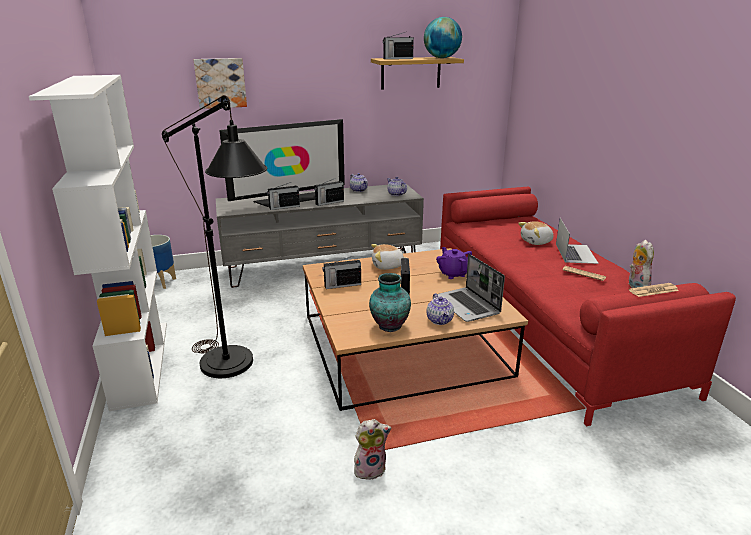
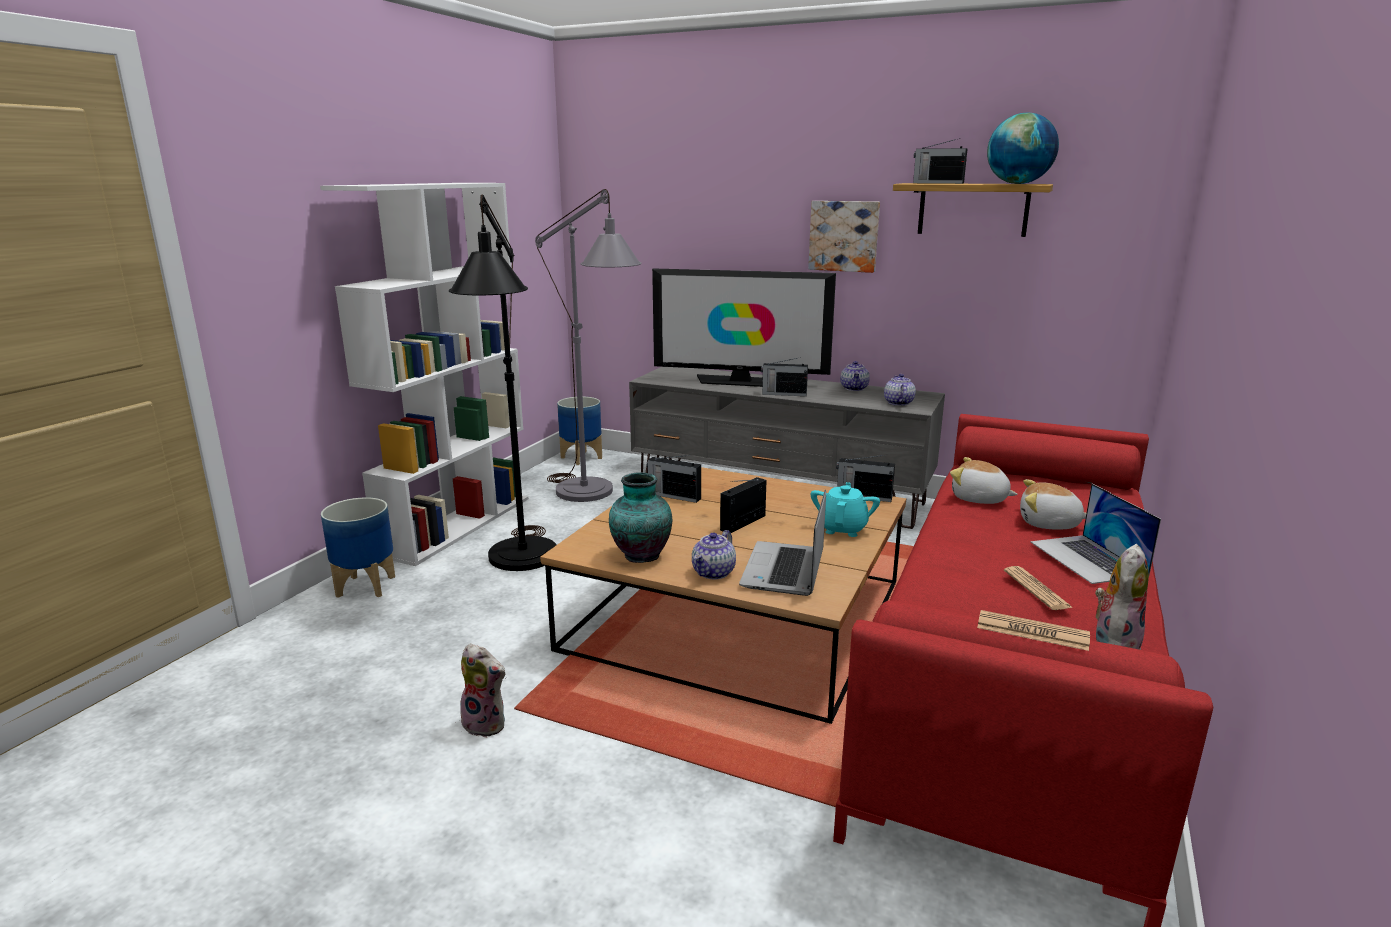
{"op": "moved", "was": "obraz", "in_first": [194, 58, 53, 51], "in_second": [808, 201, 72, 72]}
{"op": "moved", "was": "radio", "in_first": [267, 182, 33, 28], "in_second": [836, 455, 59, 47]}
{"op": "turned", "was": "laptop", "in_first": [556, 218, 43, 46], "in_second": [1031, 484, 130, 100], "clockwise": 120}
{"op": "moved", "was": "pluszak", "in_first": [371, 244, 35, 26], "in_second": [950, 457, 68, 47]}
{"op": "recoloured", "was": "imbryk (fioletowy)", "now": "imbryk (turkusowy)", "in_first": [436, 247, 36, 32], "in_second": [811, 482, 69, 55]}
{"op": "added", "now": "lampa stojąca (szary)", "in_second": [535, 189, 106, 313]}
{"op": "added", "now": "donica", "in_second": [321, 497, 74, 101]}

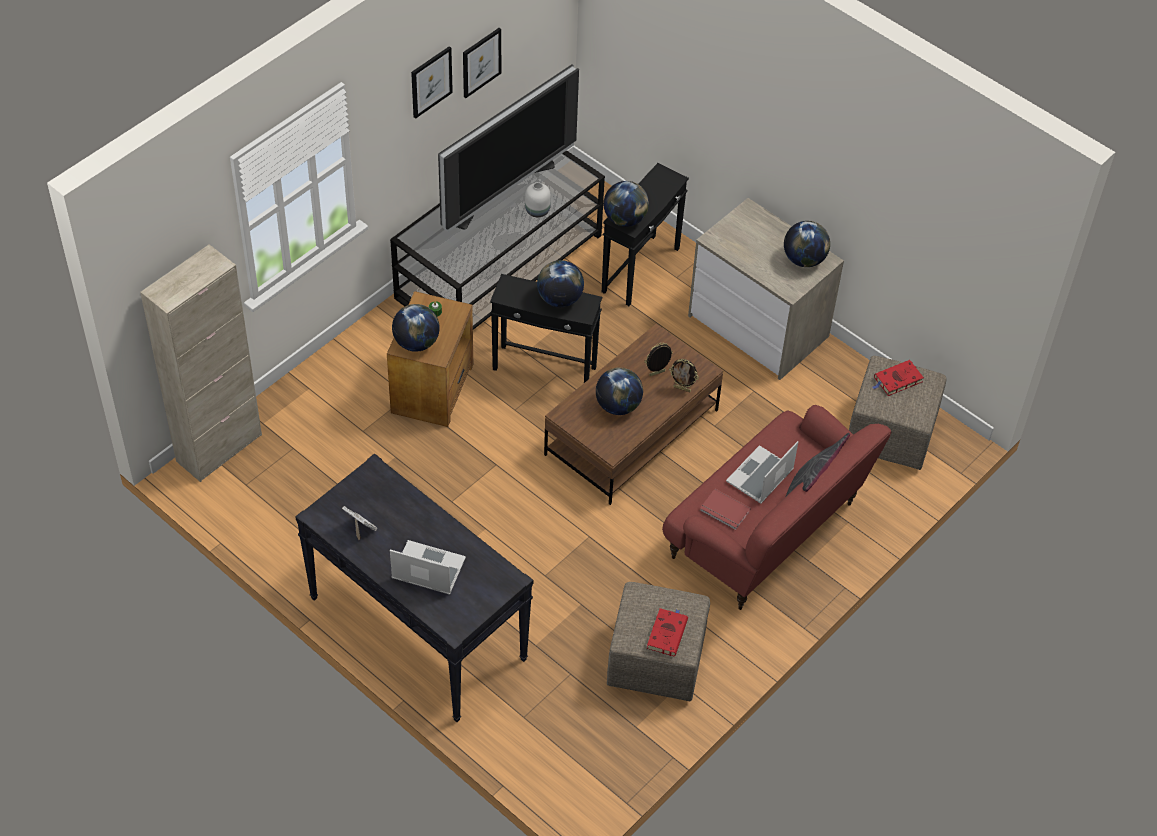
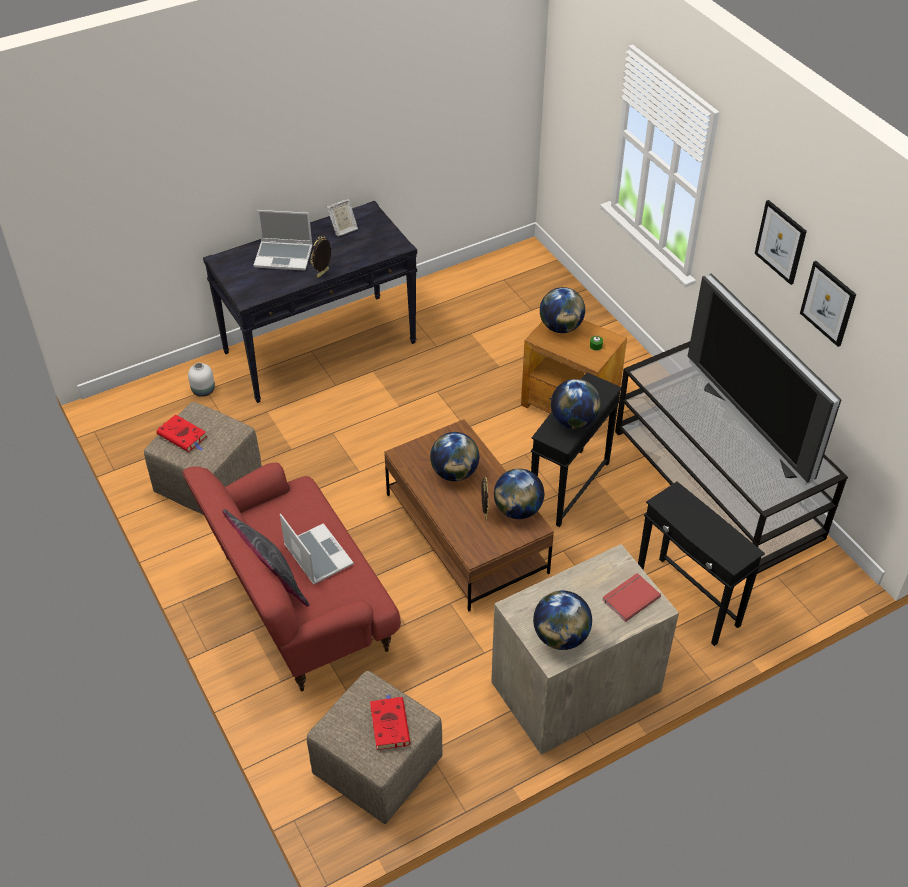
{"op": "moved", "was": "globus", "in_first": [604, 181, 45, 46], "in_second": [494, 469, 50, 50]}
{"op": "moved", "was": "wazon (biały)", "in_first": [525, 182, 26, 35], "in_second": [188, 363, 27, 34]}
{"op": "removed", "was": "szafka (beżowy)", "in_first": [140, 244, 122, 238]}
{"op": "moved", "was": "ramka na zdjęcie", "in_first": [669, 359, 30, 33], "in_second": [310, 236, 21, 42]}
{"op": "moved", "was": "książka (czerwony)", "in_first": [700, 489, 51, 41], "in_second": [602, 573, 59, 49]}
{"op": "turned", "was": "laptop", "in_first": [390, 540, 76, 55], "in_second": [254, 210, 58, 61], "clockwise": 60}

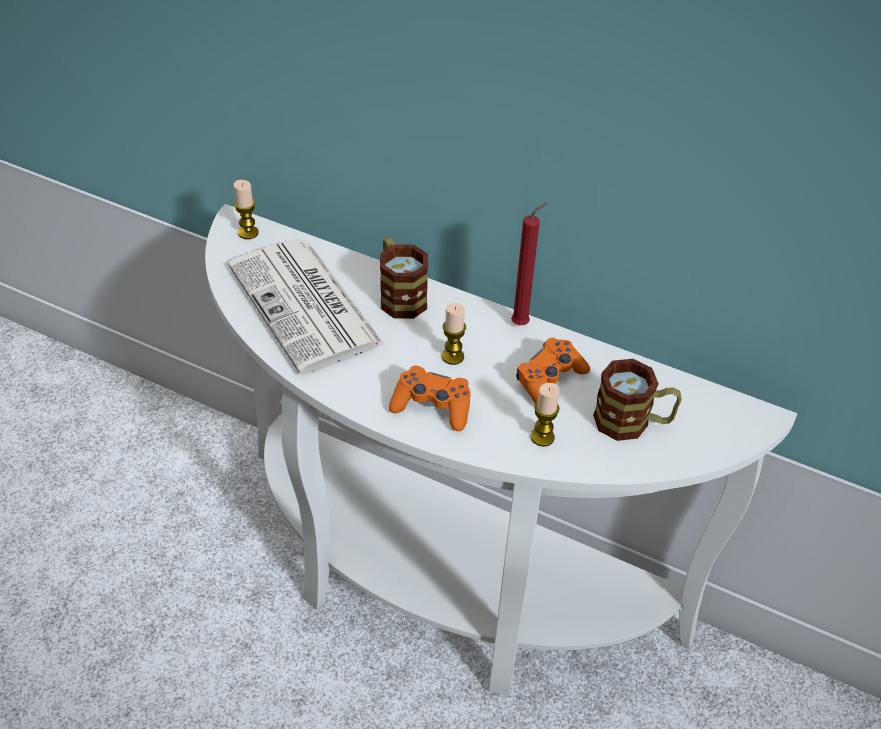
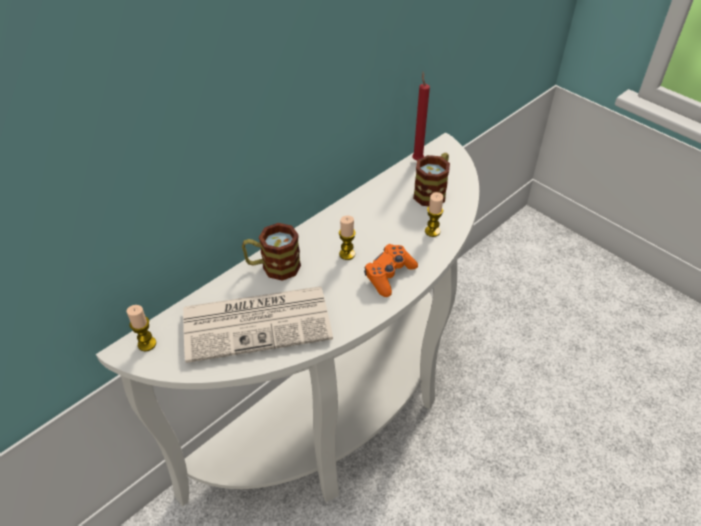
{"op": "moved", "was": "świeca (czerwony)", "in_first": [511, 202, 36, 123], "in_second": [412, 72, 18, 88]}
{"op": "removed", "was": "pad do gier (pomarańczowy)", "in_first": [516, 338, 74, 66]}

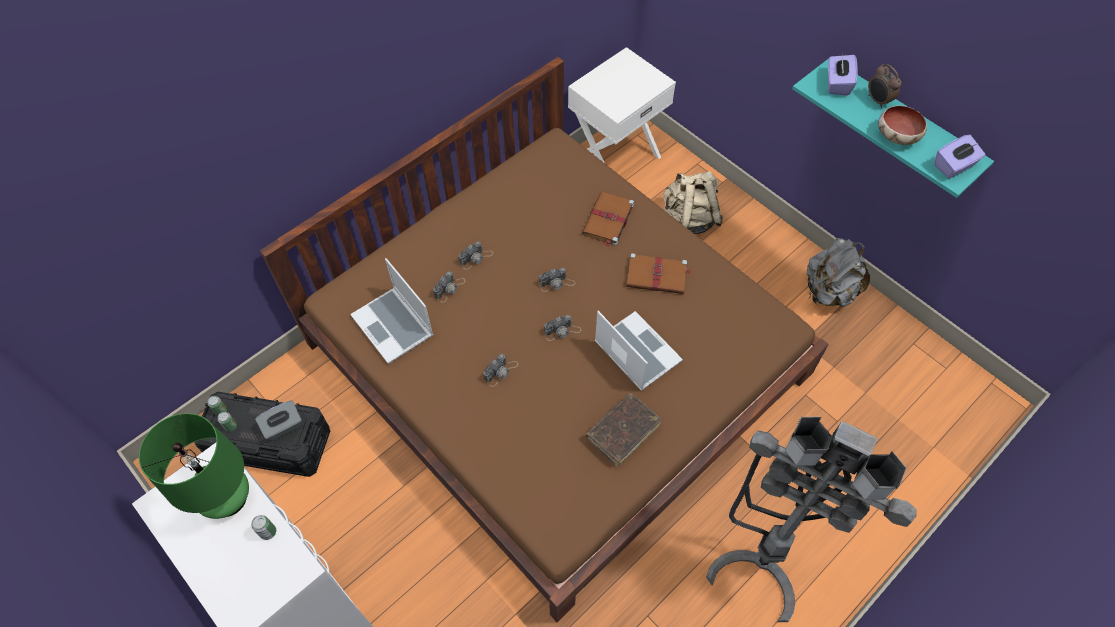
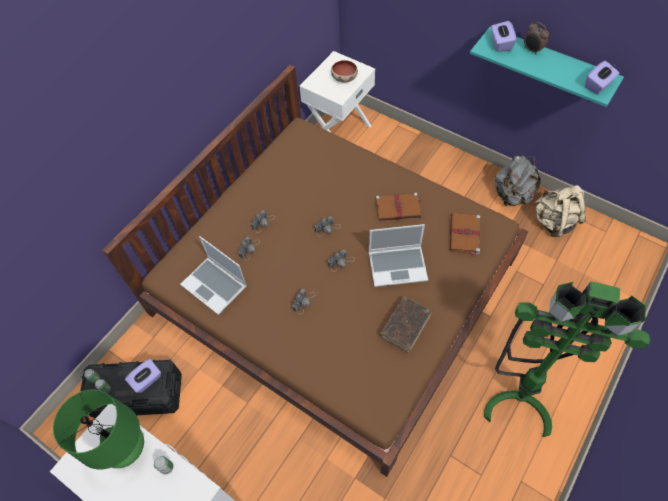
{"op": "moved", "was": "miska", "in_first": [878, 106, 49, 39], "in_second": [331, 60, 27, 22]}
{"op": "moved", "was": "plecak (beżowy)", "in_first": [664, 171, 59, 63], "in_second": [535, 185, 51, 52]}
{"op": "moved", "was": "książka (brązowy)", "in_first": [582, 192, 52, 56], "in_second": [450, 213, 30, 44]}
{"op": "turned", "was": "laptop", "in_first": [595, 311, 88, 80], "in_second": [369, 224, 59, 63], "clockwise": 135}
{"op": "recoloured", "was": "pudełko chusteczek (szary)", "now": "pudełko chusteczek (fioletowy)", "in_first": [255, 400, 47, 41], "in_second": [125, 359, 36, 34]}
{"op": "recoloured", "was": "lampa stojąca (szary)", "now": "lampa stojąca (zielony)", "in_first": [706, 417, 211, 205], "in_second": [484, 281, 167, 156]}

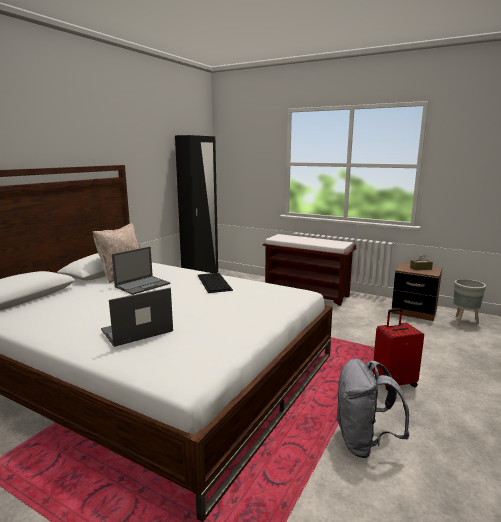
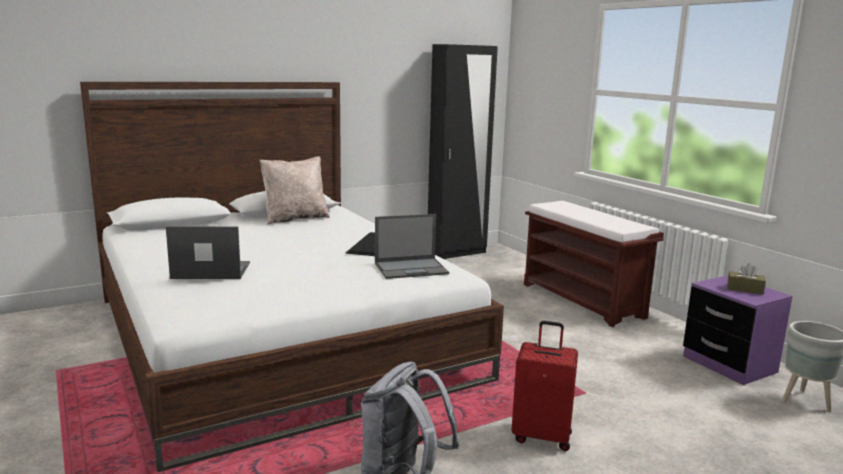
{"op": "moved", "was": "laptop", "in_first": [112, 247, 58, 48], "in_second": [375, 214, 74, 65]}
{"op": "recoloured", "was": "szafka nocna (brązowy)", "now": "szafka nocna (fioletowy)", "in_first": [391, 263, 51, 58], "in_second": [683, 275, 110, 110]}

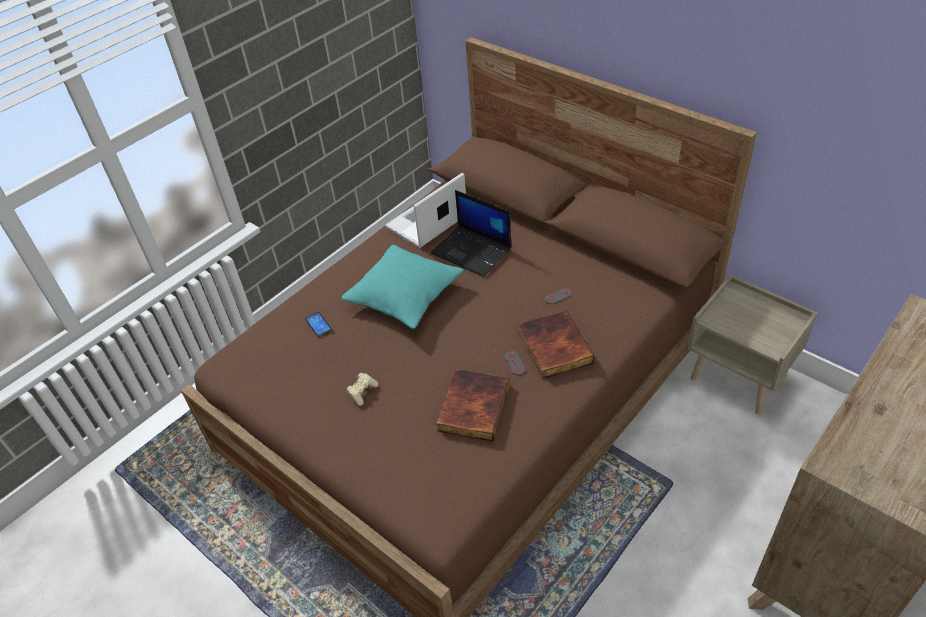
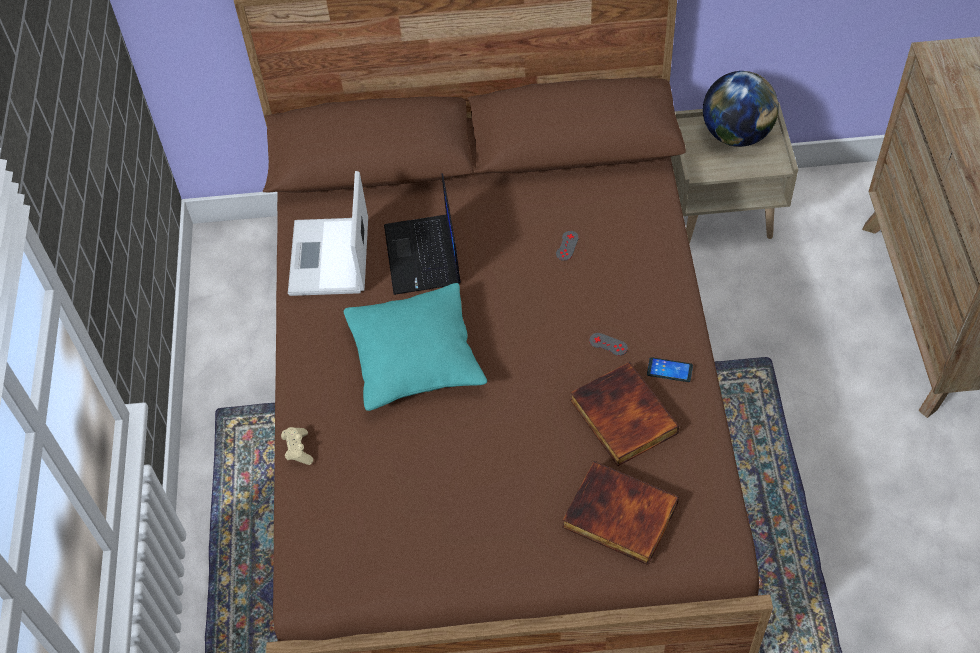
{"op": "turned", "was": "laptop", "in_first": [431, 190, 80, 87], "in_second": [384, 173, 77, 122], "clockwise": 90}
{"op": "moved", "was": "książka", "in_first": [518, 310, 76, 69], "in_second": [562, 461, 117, 104]}
{"op": "moved", "was": "telefon", "in_first": [305, 312, 27, 25], "in_second": [647, 357, 46, 25]}
{"op": "moved", "was": "pad do gier (beżowy)", "in_first": [346, 373, 32, 33], "in_second": [281, 427, 32, 38]}
{"op": "added", "now": "globus", "in_second": [703, 71, 76, 76]}

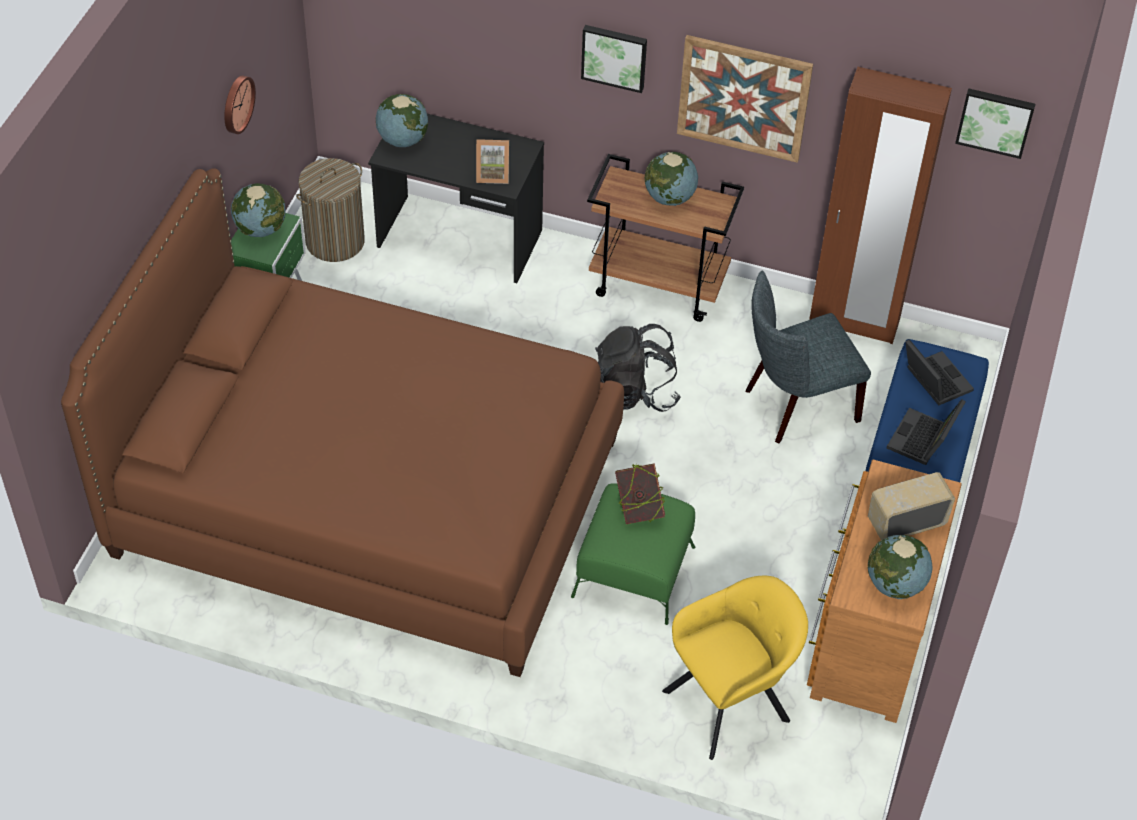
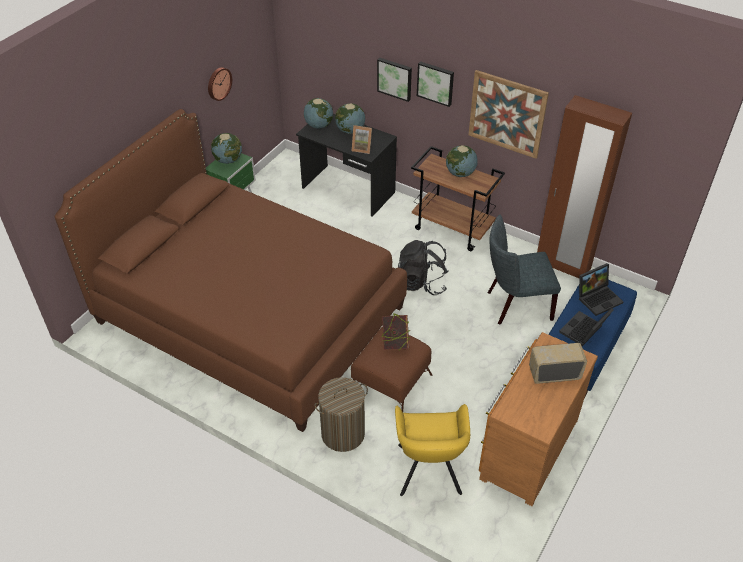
{"op": "moved", "was": "obraz", "in_first": [955, 88, 80, 71], "in_second": [377, 58, 35, 44]}
{"op": "moved", "was": "kosz na pranie", "in_first": [296, 158, 69, 104], "in_second": [314, 377, 54, 75]}
{"op": "turned", "was": "laptop", "in_first": [905, 339, 69, 66], "in_second": [579, 263, 44, 53], "clockwise": 75}
{"op": "recoloured", "was": "pufa (zielony)", "now": "pufa (brązowy)", "in_first": [571, 483, 124, 142], "in_second": [351, 327, 81, 85]}
{"op": "moved", "was": "globus", "in_first": [867, 535, 66, 64], "in_second": [335, 103, 30, 31]}
{"op": "turned", "was": "fotel (żółty)", "in_first": [662, 575, 146, 185], "in_second": [395, 404, 75, 92], "clockwise": 105}

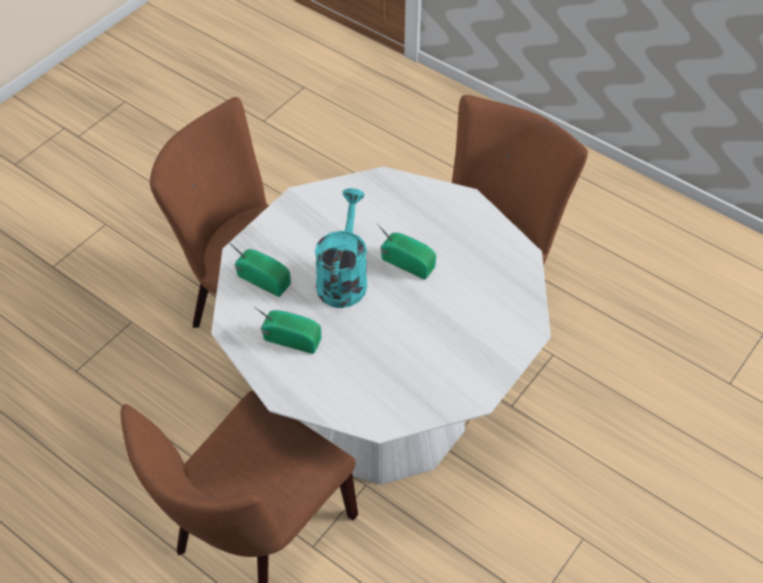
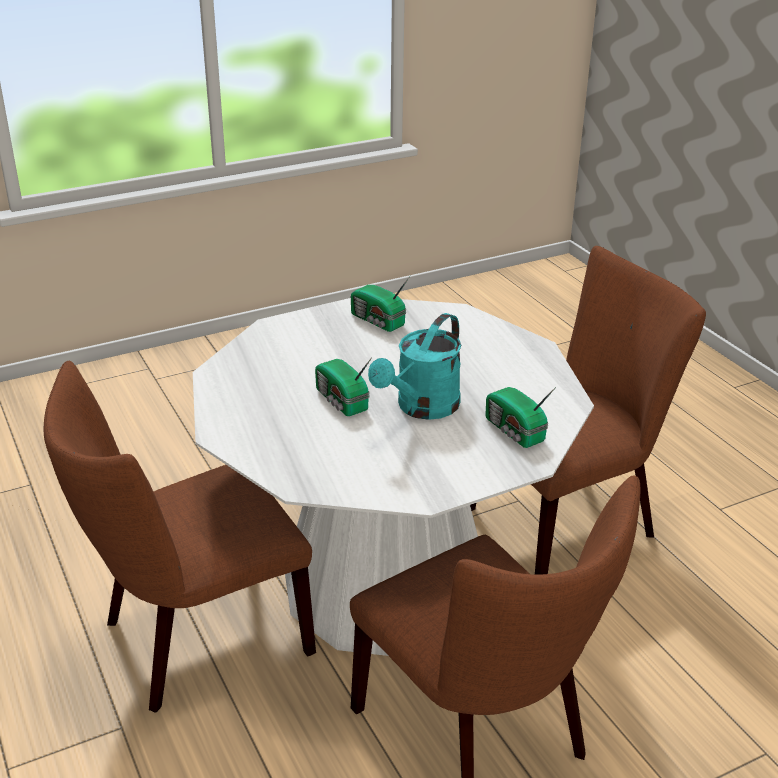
{"op": "moved", "was": "radio", "in_first": [253, 306, 68, 48], "in_second": [351, 276, 59, 56]}

